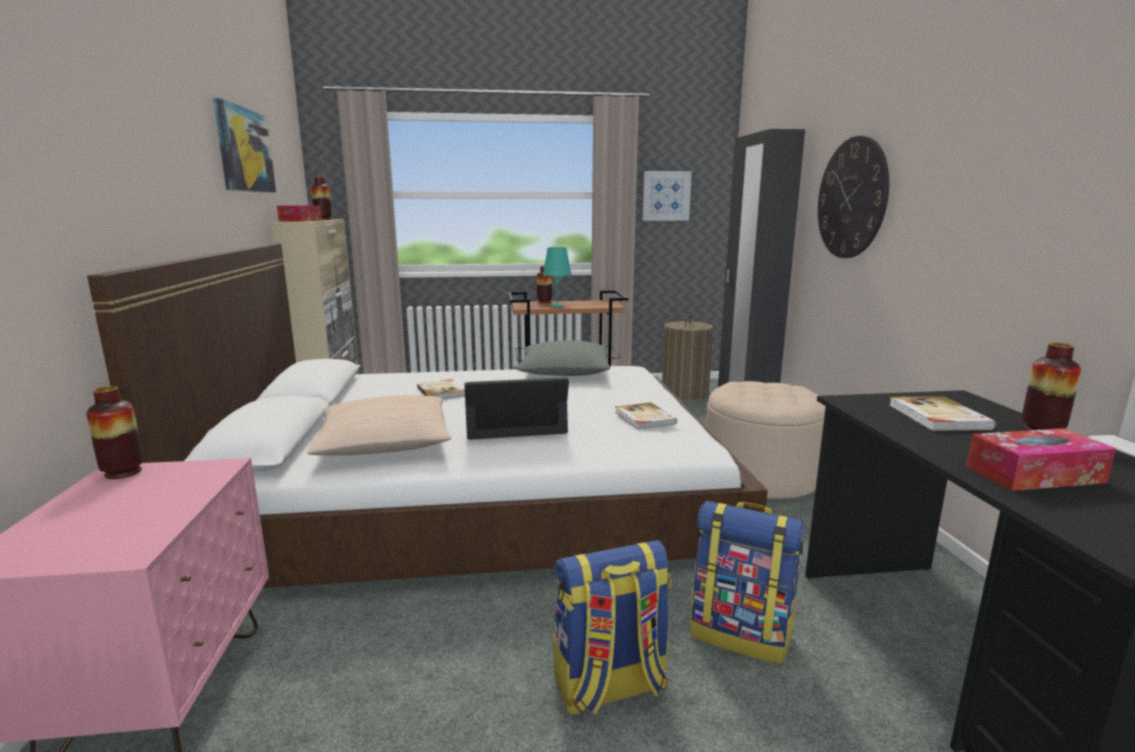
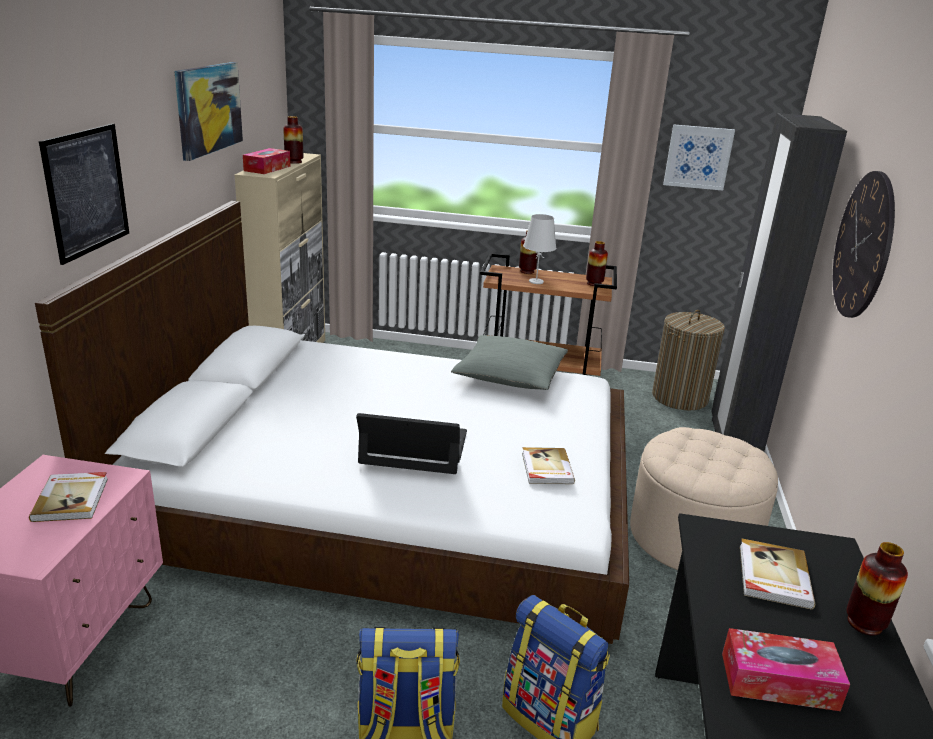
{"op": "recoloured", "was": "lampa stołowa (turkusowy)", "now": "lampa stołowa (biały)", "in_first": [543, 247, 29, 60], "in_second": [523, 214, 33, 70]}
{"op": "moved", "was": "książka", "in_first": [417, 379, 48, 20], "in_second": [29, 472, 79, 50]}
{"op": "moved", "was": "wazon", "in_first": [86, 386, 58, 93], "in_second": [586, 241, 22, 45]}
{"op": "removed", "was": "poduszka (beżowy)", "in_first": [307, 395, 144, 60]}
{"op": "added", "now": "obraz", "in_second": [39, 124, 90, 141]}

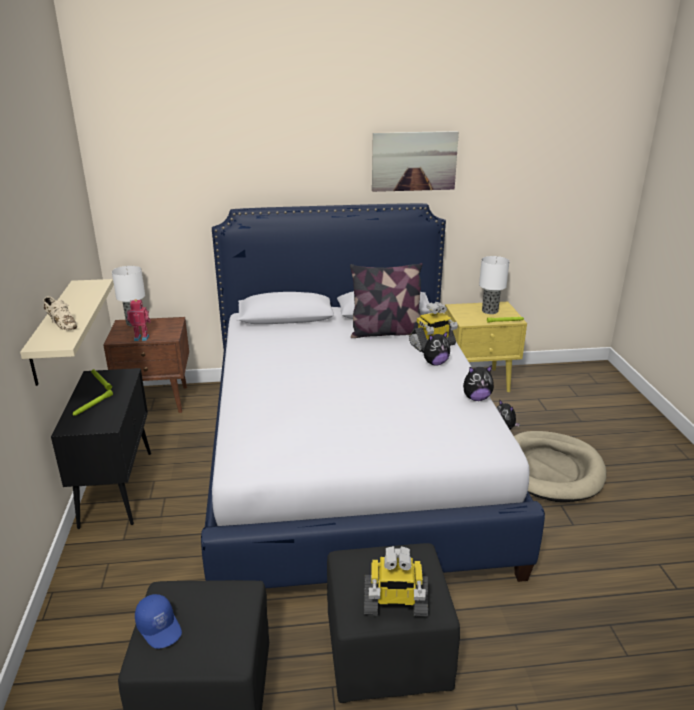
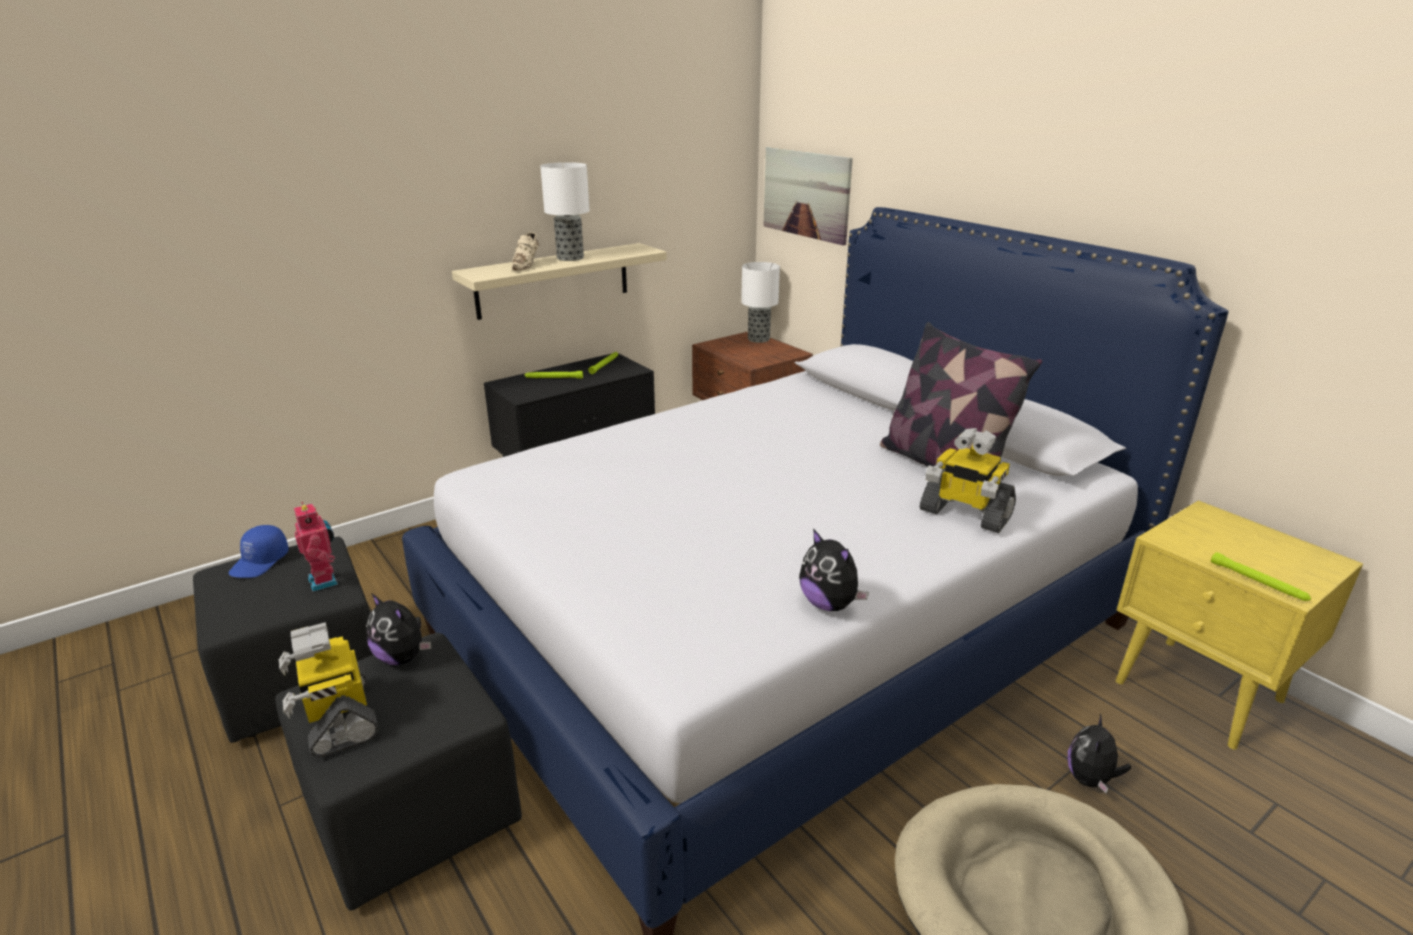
{"op": "moved", "was": "obraz", "in_first": [372, 131, 87, 61], "in_second": [763, 147, 90, 98]}
{"op": "moved", "was": "lampa stołowa", "in_first": [479, 256, 30, 58], "in_second": [540, 162, 50, 99]}
{"op": "moved", "was": "robot zabawkowy", "in_first": [127, 299, 24, 42], "in_second": [294, 502, 44, 90]}
{"op": "moved", "was": "pluszak", "in_first": [421, 331, 29, 35], "in_second": [366, 593, 65, 72]}

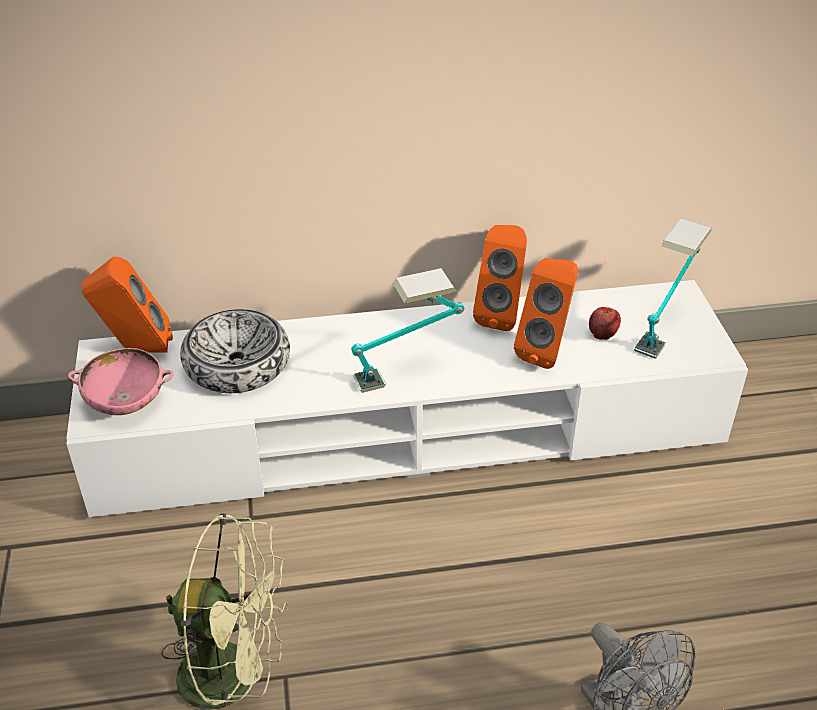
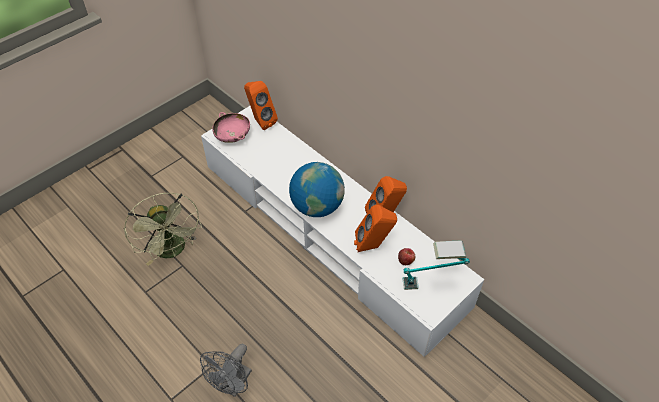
{"op": "replaced", "was": "lampa stołowa", "now": "globus", "in_first": [351, 268, 113, 125], "in_second": [289, 162, 56, 55]}
{"op": "removed", "was": "miska", "in_first": [180, 309, 110, 84]}

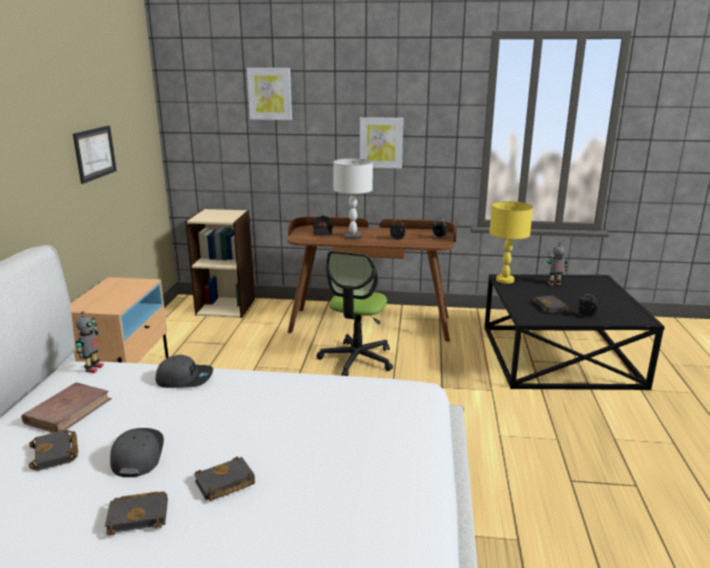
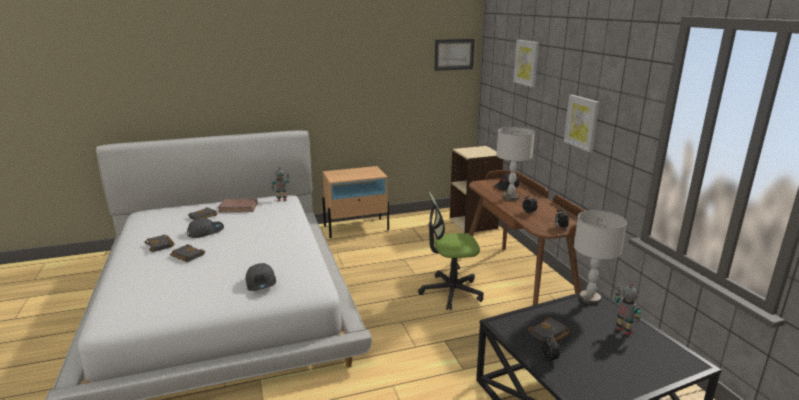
{"op": "moved", "was": "obraz", "in_first": [73, 126, 44, 58], "in_second": [435, 39, 39, 32]}
{"op": "recoloured", "was": "lampa stołowa (żółty)", "now": "lampa stołowa (szary)", "in_first": [489, 201, 44, 83], "in_second": [574, 210, 53, 94]}
{"op": "moved", "was": "czapka z daszkiem (szary)", "in_first": [155, 355, 58, 33], "in_second": [246, 263, 30, 28]}

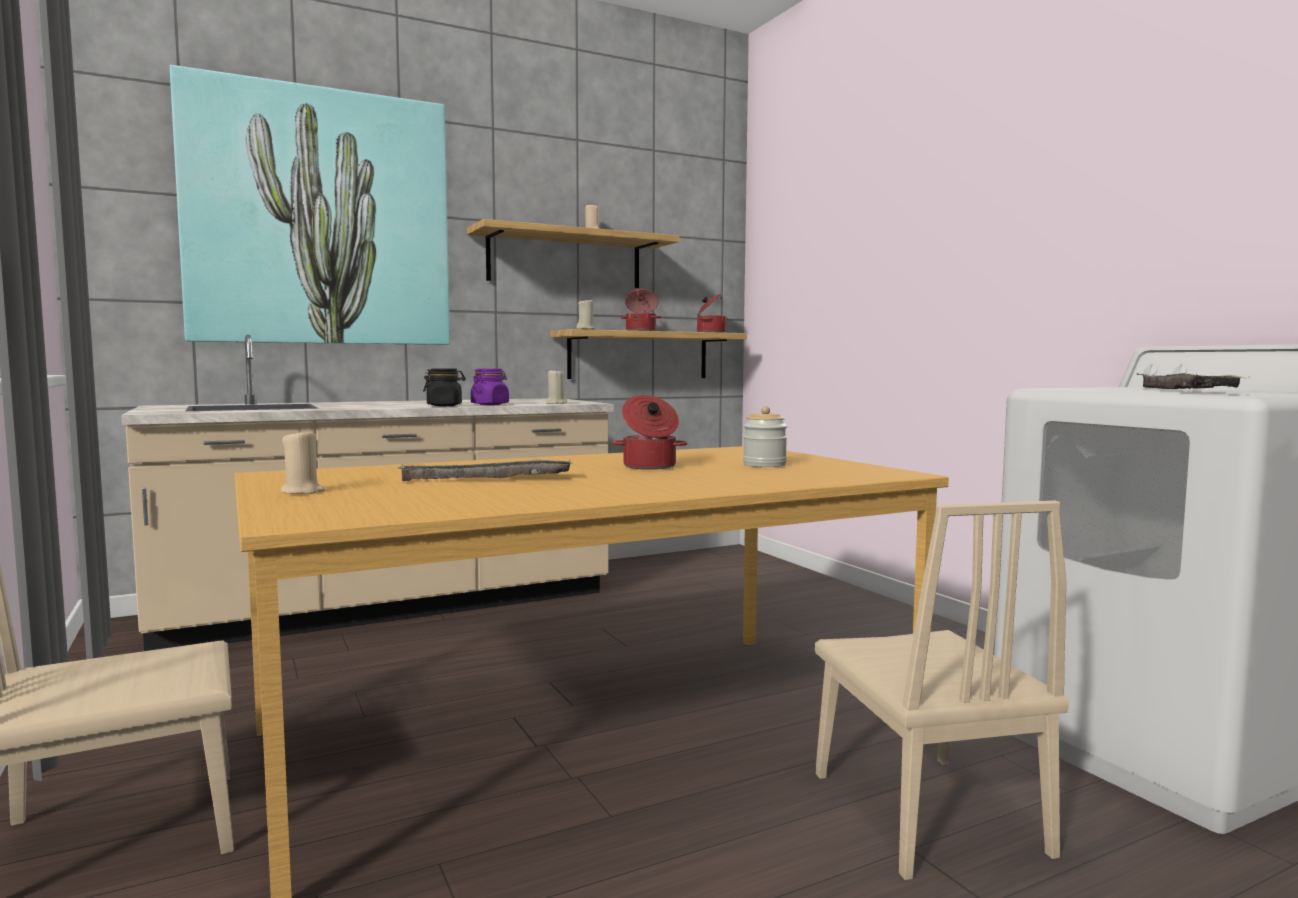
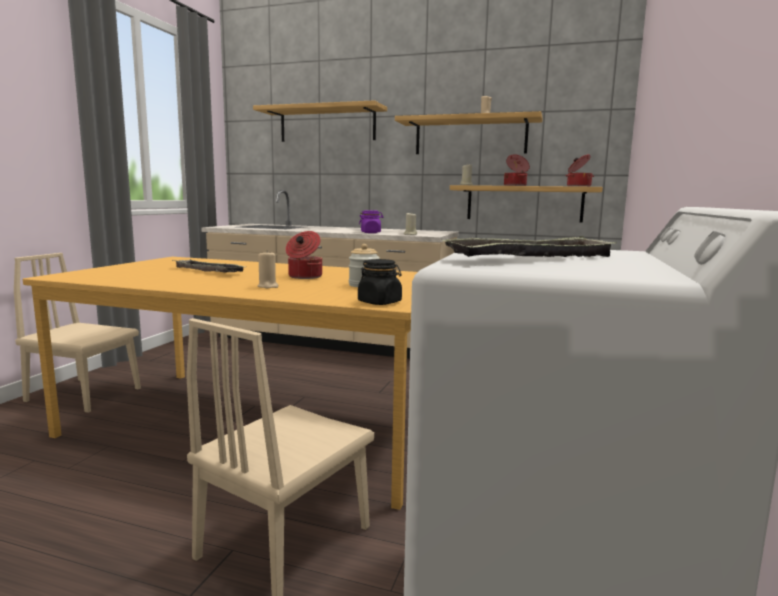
{"op": "replaced", "was": "obraz", "now": "półka", "in_first": [170, 65, 280, 280], "in_second": [253, 100, 134, 42]}
{"op": "moved", "was": "słoik (czarny)", "in_first": [423, 368, 43, 38], "in_second": [358, 259, 44, 46]}
{"op": "moved", "was": "świeca (beżowy)", "in_first": [281, 428, 44, 66], "in_second": [258, 253, 20, 35]}

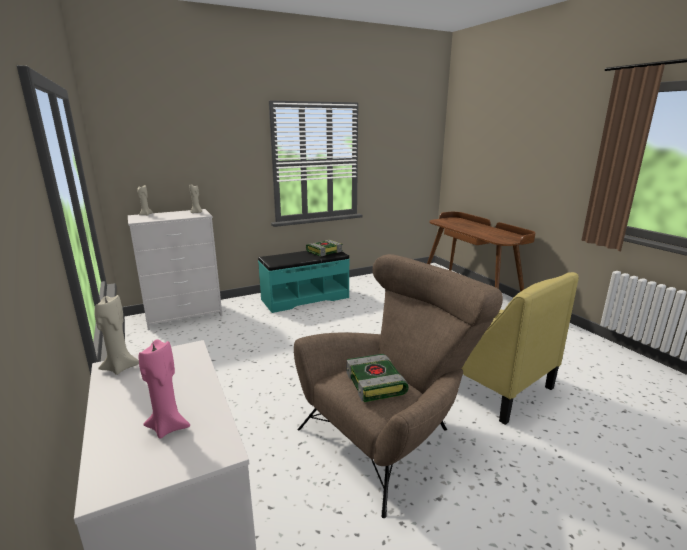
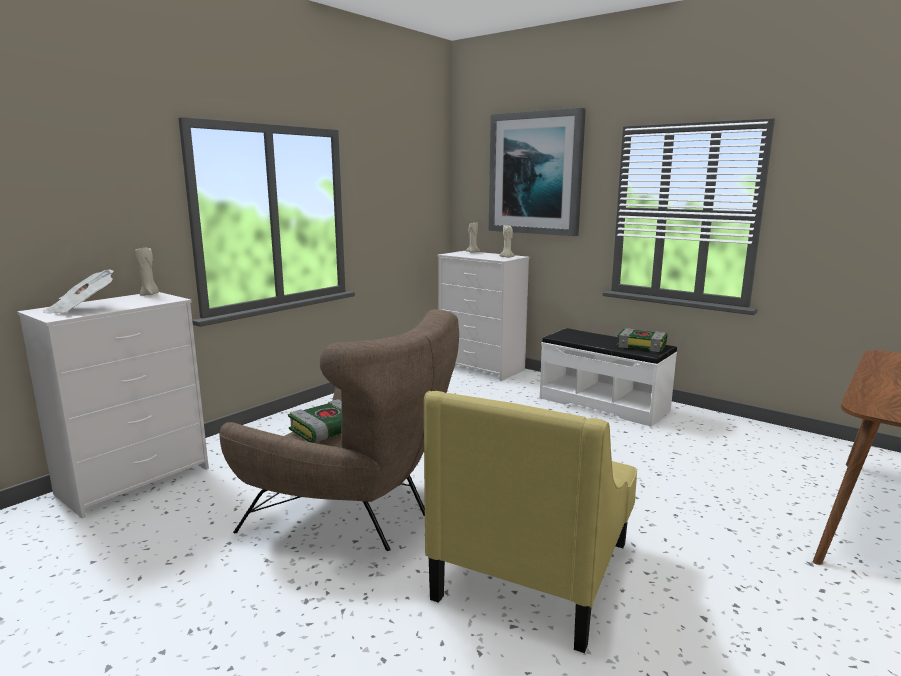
{"op": "recoloured", "was": "ławka (turkusowy)", "now": "ławka (biały)", "in_first": [258, 251, 92, 62], "in_second": [540, 328, 137, 99]}
{"op": "replaced", "was": "świeca (różowy)", "now": "gazeta", "in_first": [139, 339, 51, 99], "in_second": [43, 270, 71, 44]}
{"op": "added", "now": "obraz", "in_second": [489, 108, 97, 128]}

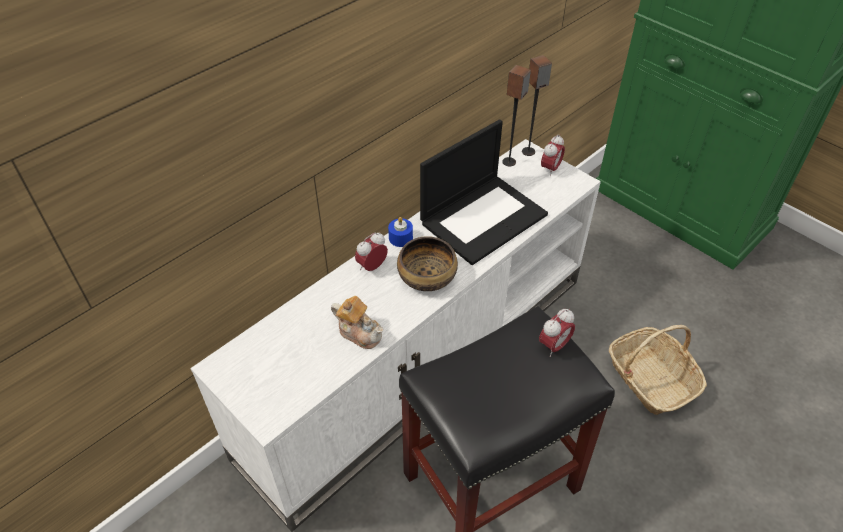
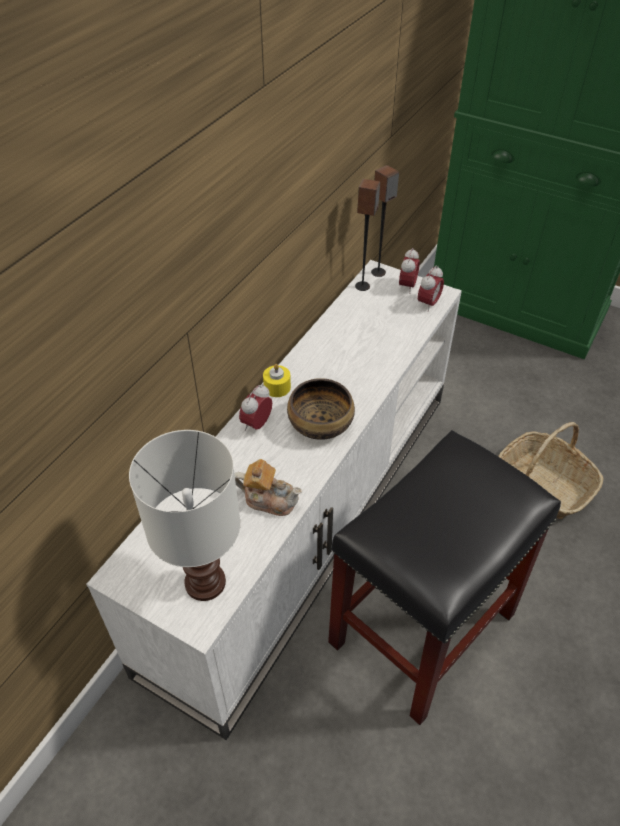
{"op": "removed", "was": "laptop", "in_first": [420, 120, 128, 145]}
{"op": "recoloured", "was": "świeca (niebieski)", "now": "świeca (żółty)", "in_first": [388, 217, 25, 30], "in_second": [263, 364, 28, 33]}
{"op": "moved", "was": "budzik", "in_first": [539, 309, 36, 48], "in_second": [418, 266, 26, 46]}
{"op": "added", "now": "lampa stołowa (biały)", "in_second": [129, 430, 112, 171]}

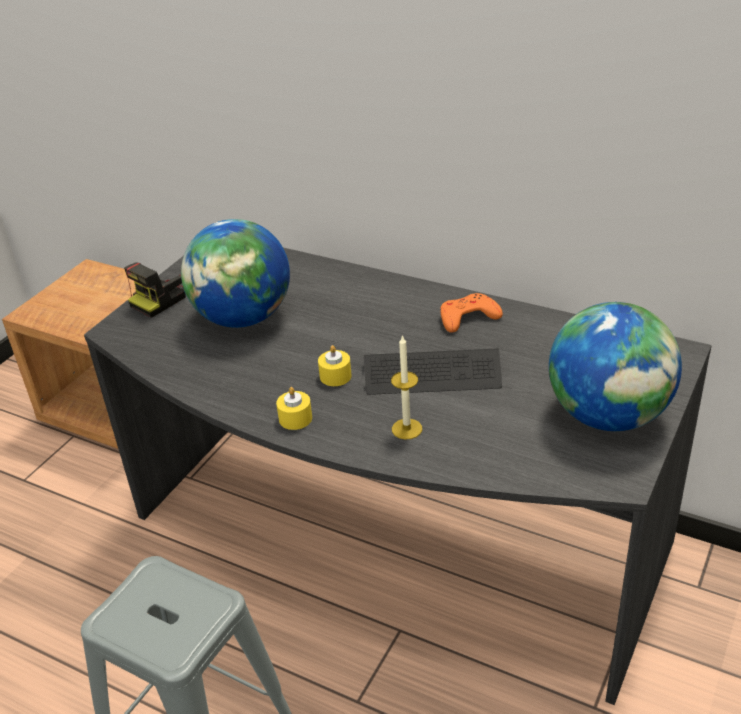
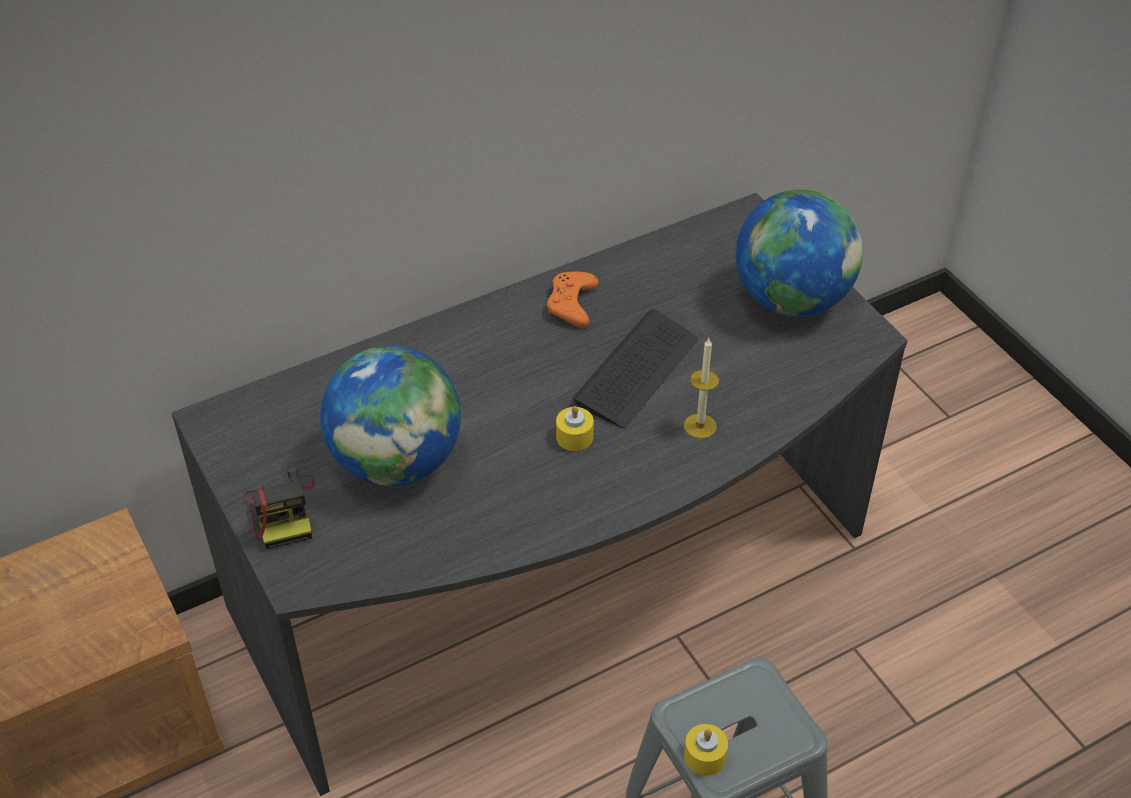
{"op": "moved", "was": "świeca (żółty)", "in_first": [276, 387, 36, 43], "in_second": [684, 724, 44, 52]}

